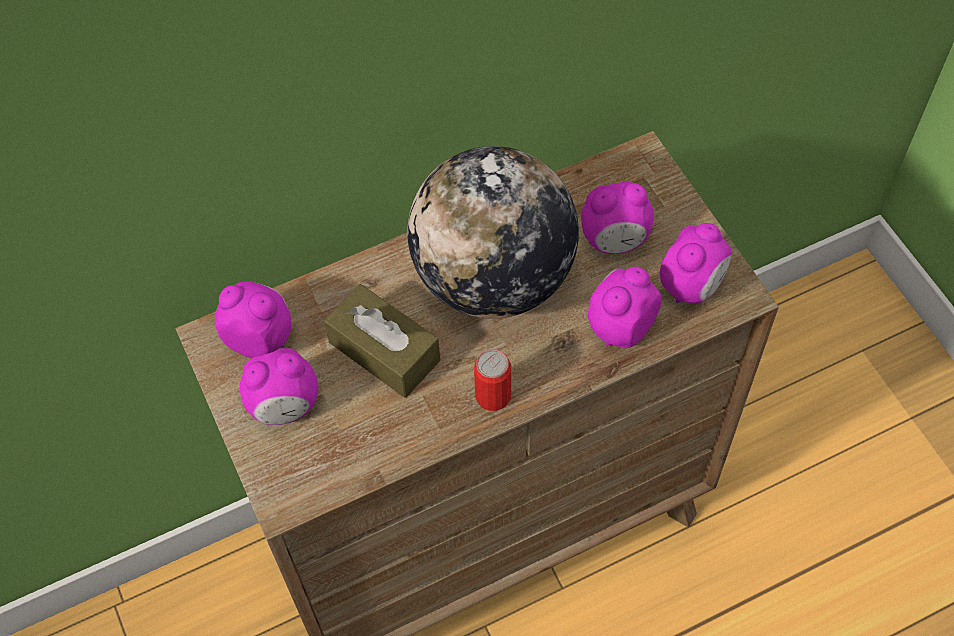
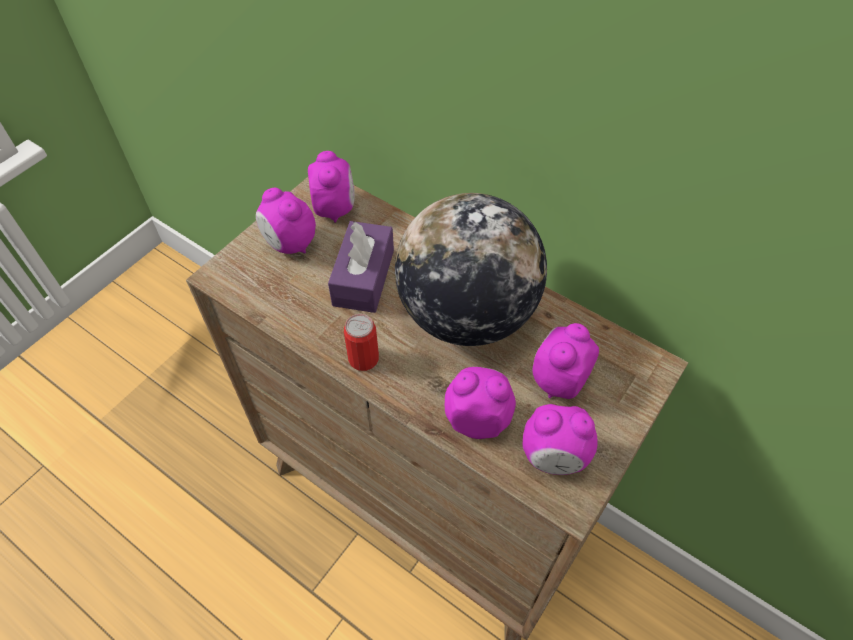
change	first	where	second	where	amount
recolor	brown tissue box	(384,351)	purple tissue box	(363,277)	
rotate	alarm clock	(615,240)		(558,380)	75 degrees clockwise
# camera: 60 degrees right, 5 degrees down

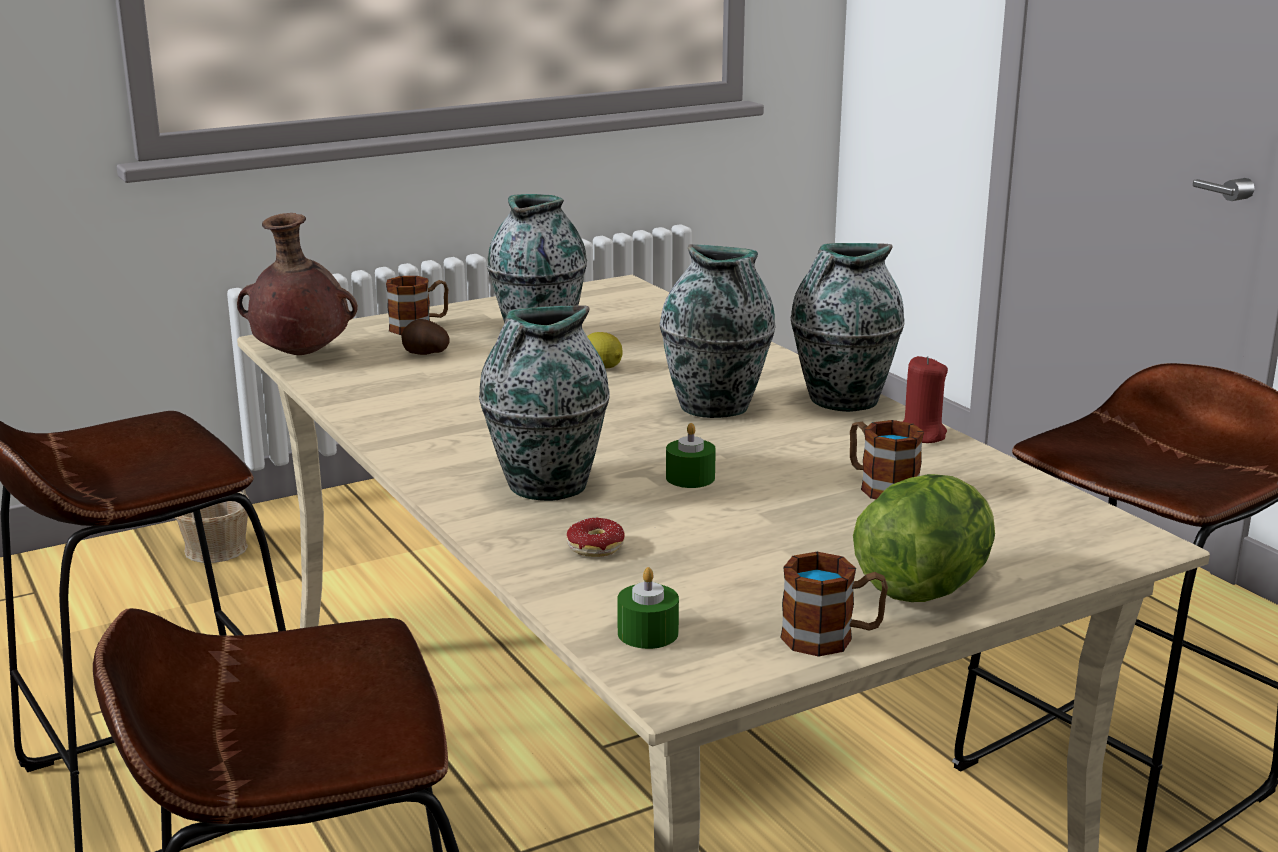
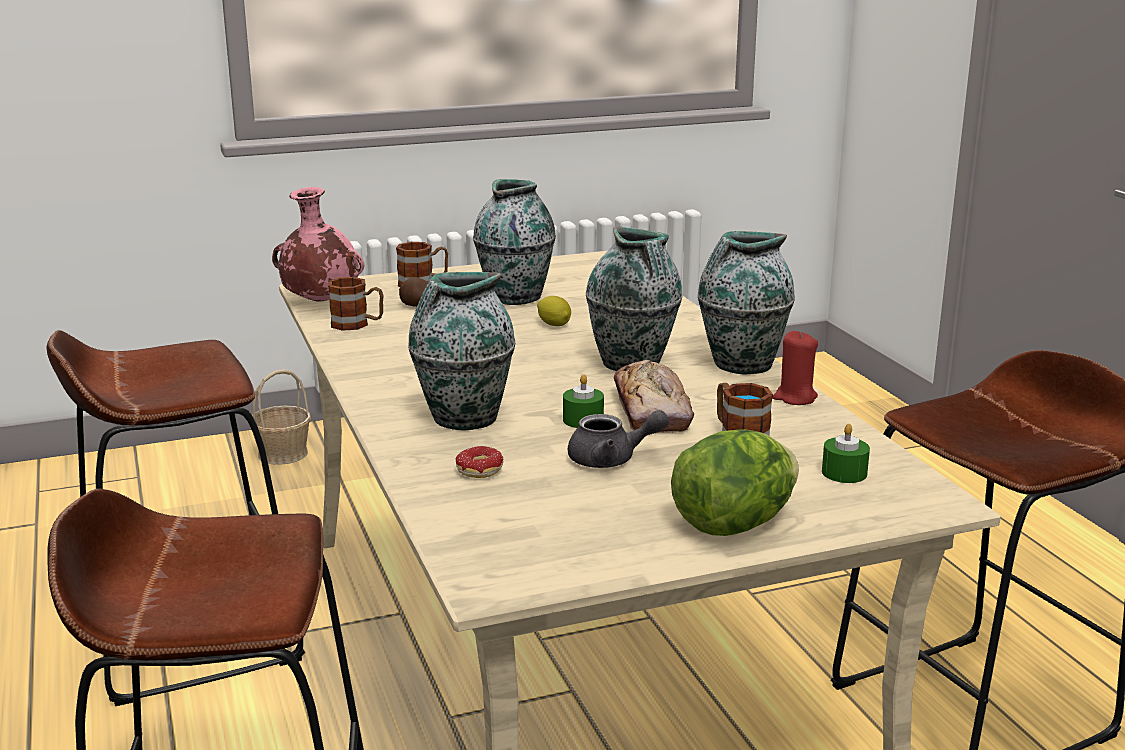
change	first	where	second	where	amount
recolor	brown vase	(300,356)	pink vase	(320,302)	
move	green candle	(648,633)		(844,473)	
move	mug	(832,638)		(357,324)	
insert			grey teapot	(611,459)	
insert			bread	(651,411)	
# camera: 10 degrees right, 0 degrees up

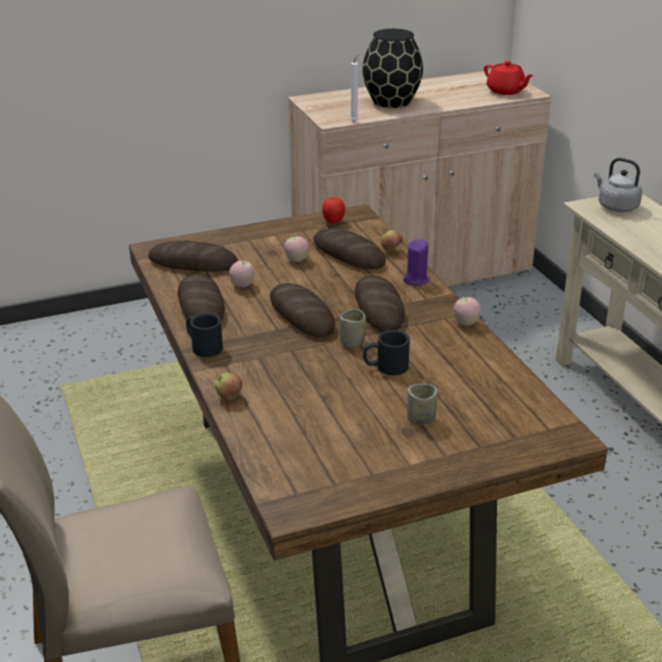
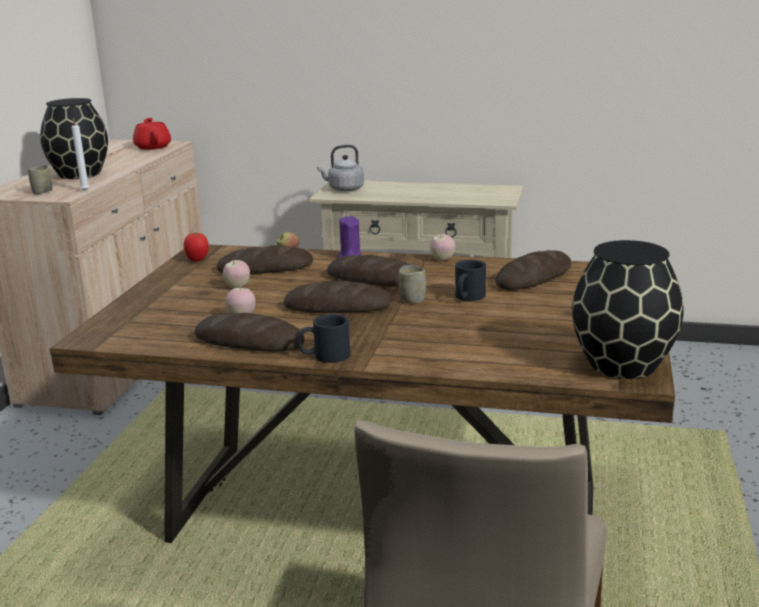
change	first	where	second	where	amount
move	bread	(193,263)		(534,277)	
delete	apple	(229,397)			
move	cup	(421,419)		(42,192)	
rotate	red teapot	(506,91)		(153,147)	105 degrees counterclockwise
insert			black vase	(621,365)	
# camera: 55 degrees left, 10 degrees down

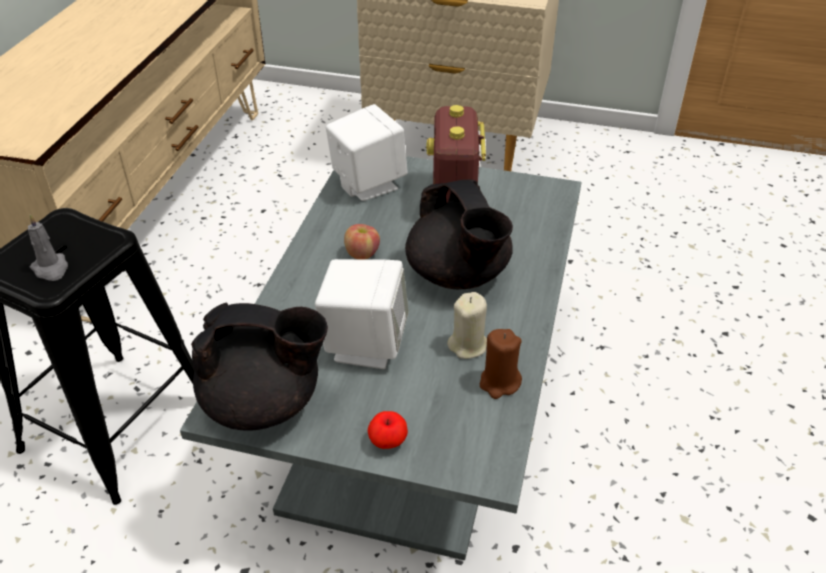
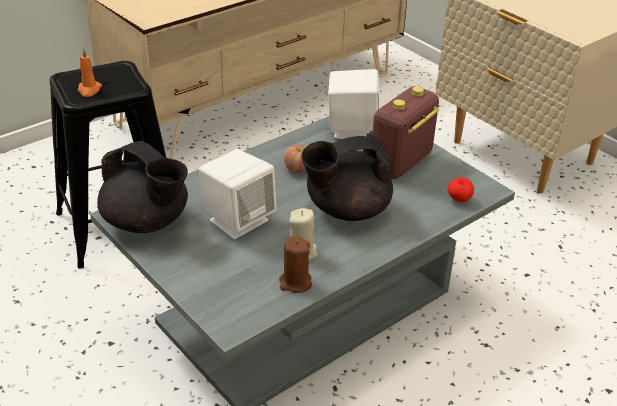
change	first	where	second	where	amount
recolor	grey candle	(51,269)	orange candle	(89,90)	
move	apple	(387,442)		(459,199)	
rotate	black teapot	(458,275)		(346,210)	60 degrees clockwise
# camera: 35 degrees right, 5 degrees down

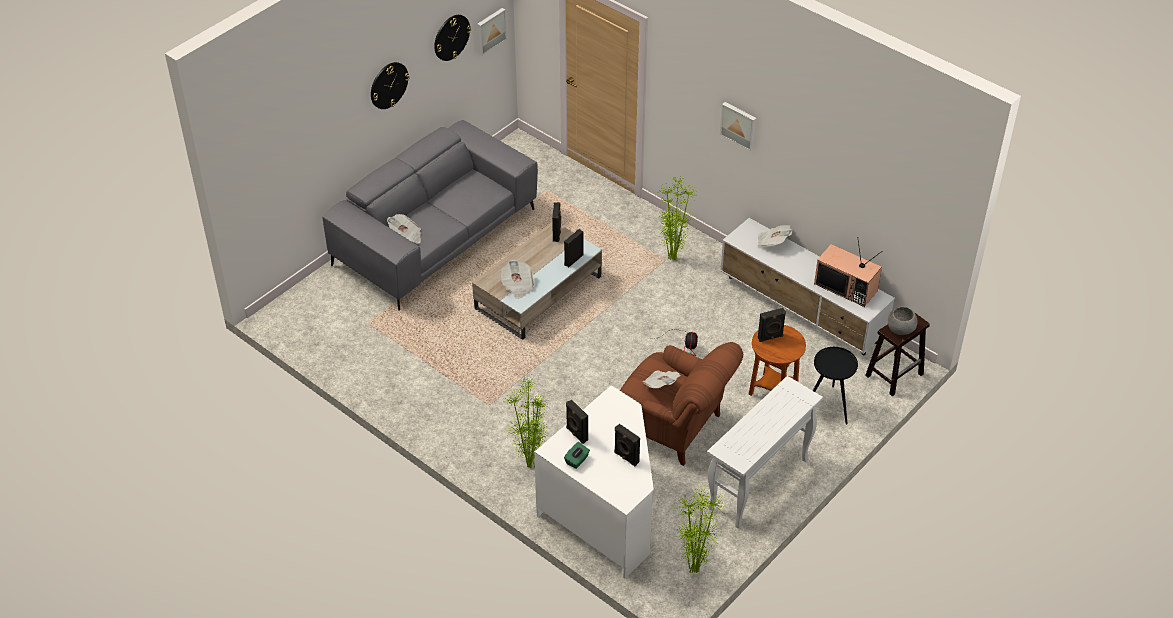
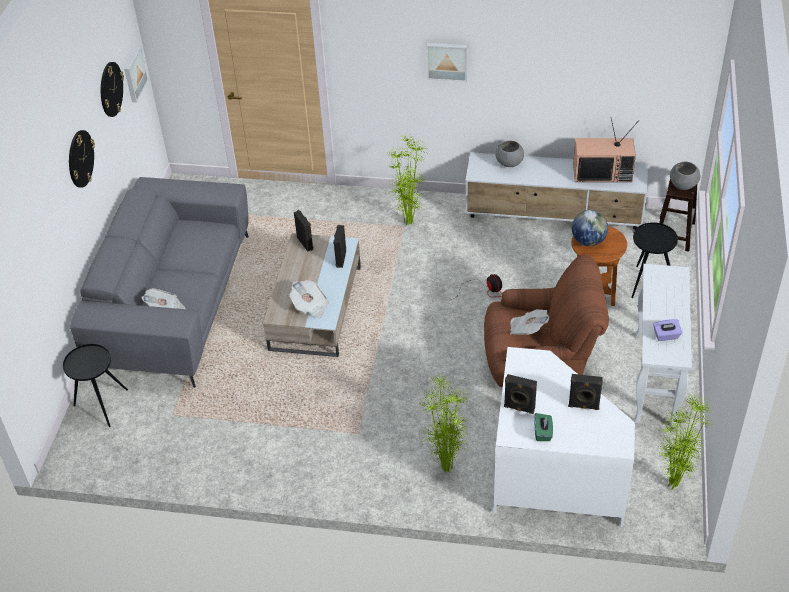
change	first	where	second	where	amount
replace	newspaper	(772,242)	grey bowl	(509,163)	
replace	black speaker	(770,337)	globe	(588,241)	
insert			black side table	(101,406)	
insert			purple tissue box	(666,336)	
# camera: 30 degrees left, 0 degrees up

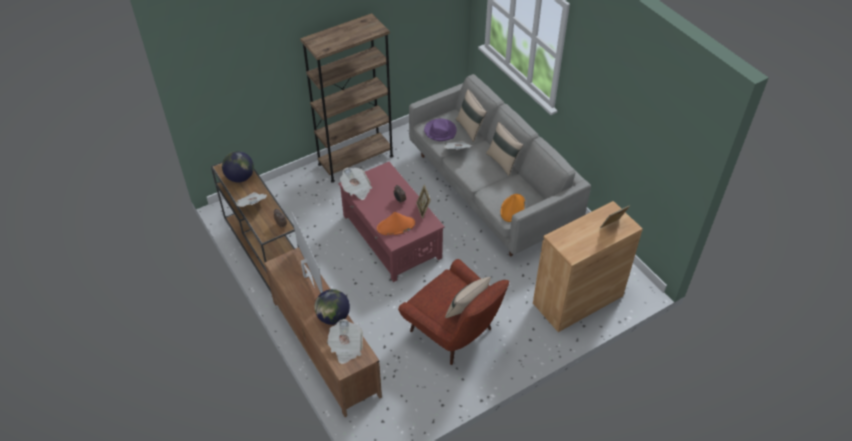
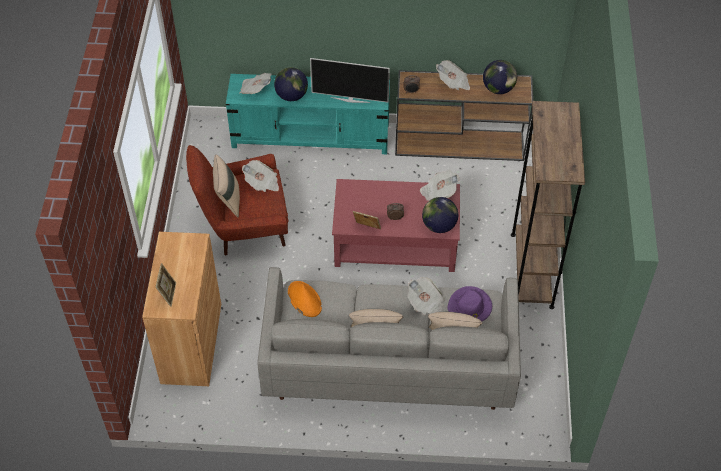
change	first	where	second	where	amount
recolor	brown tv stand	(325,347)	turquoise tv stand	(311,136)	
delete	orange hat	(395,226)			
insert			newspaper	(262,183)	
insert			globe	(439,225)	
# camera: 125 degrees right, 5 degrees up

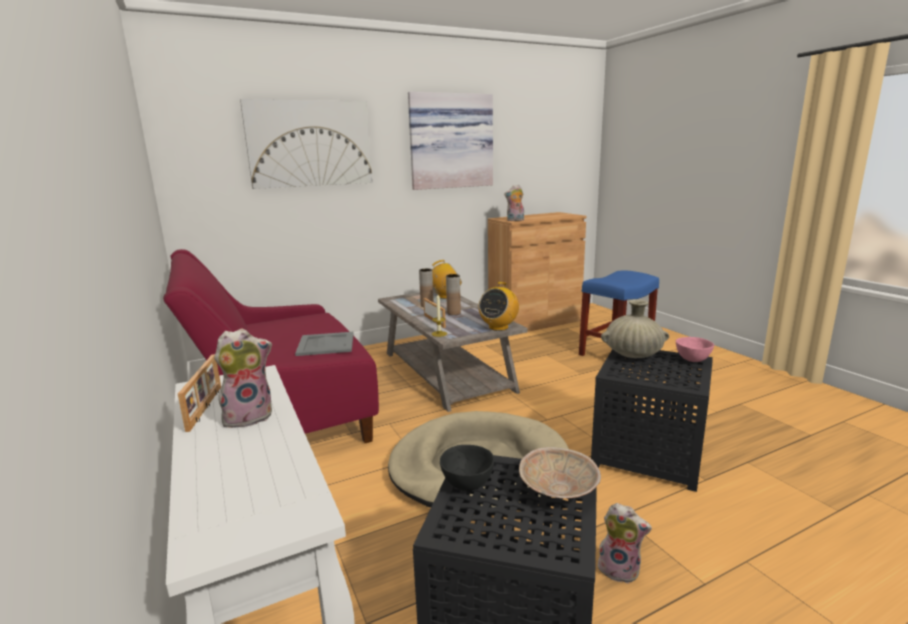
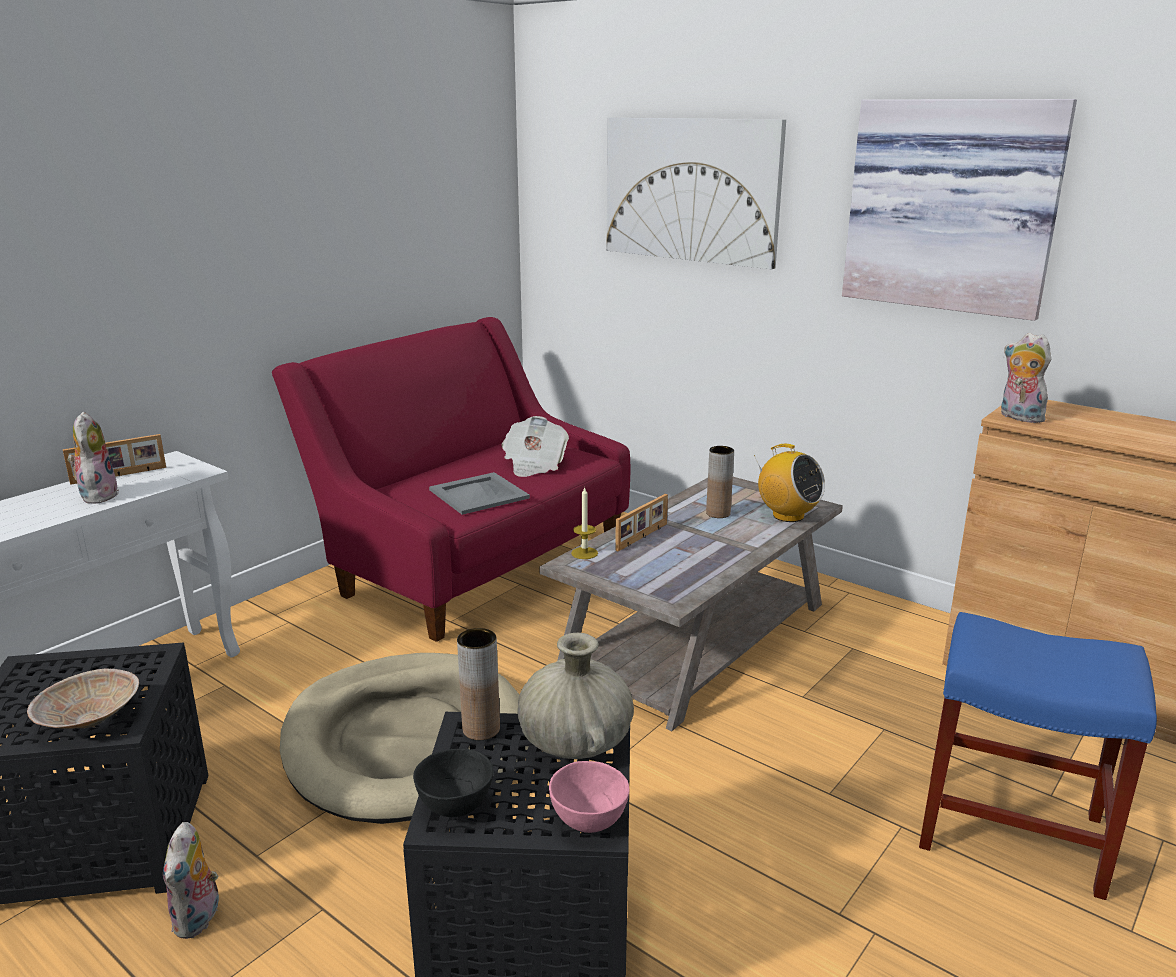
change	first	where	second	where	amount
rotate	plush toy	(249,416)		(97,495)	135 degrees counterclockwise
move	black bowl	(467,485)		(454,806)	
move	brown vase	(453,313)		(481,729)	
delete	radio	(498,327)			
insert			newspaper	(534,465)	
# camera: 65 degrees right, 5 degrees up

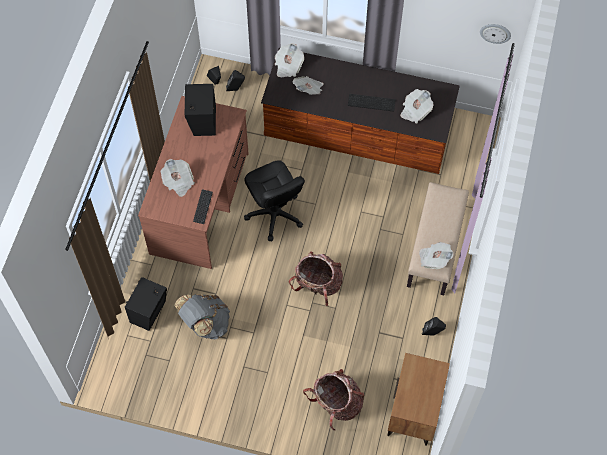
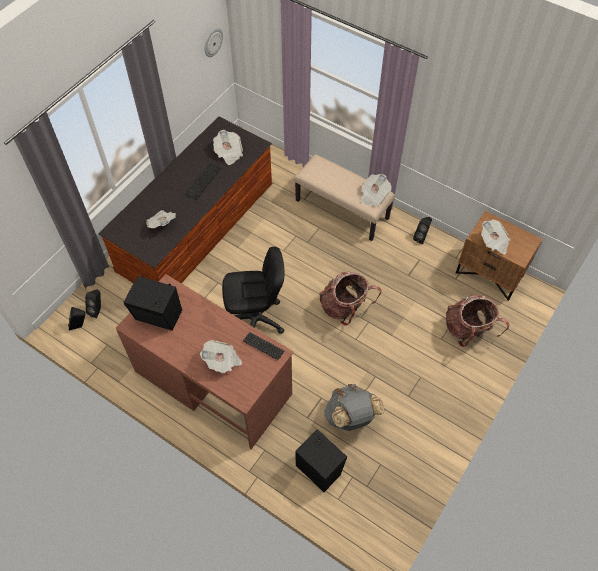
change	first	where	second	where	amount
move	newspaper	(288,66)		(494,242)	
# camera: 70 degrees left, 5 degrees down

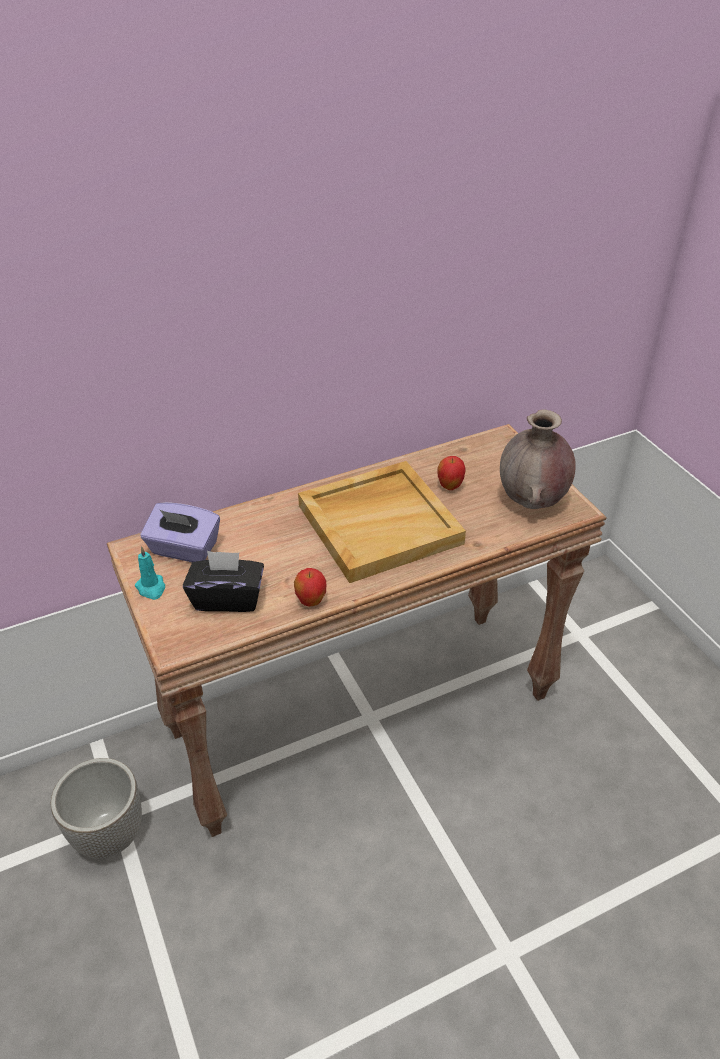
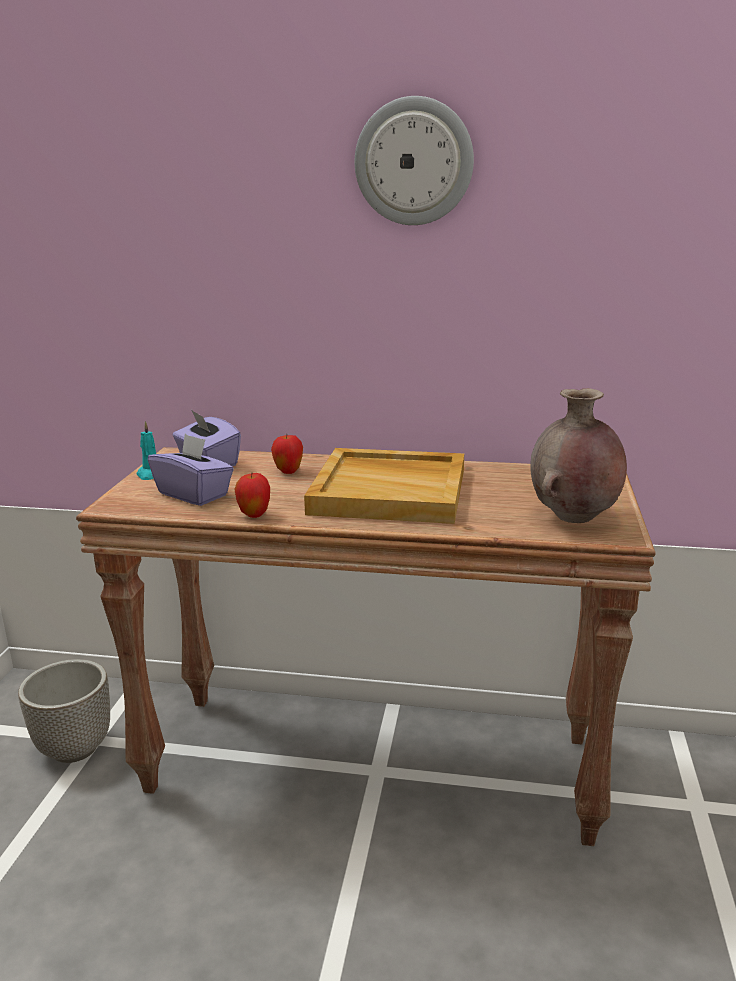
change	first	where	second	where	amount
recolor	black tissue box	(228,598)	purple tissue box	(194,494)	
move	apple	(450,487)		(288,472)	
insert			wall clock	(414,162)	
# camera: 35 degrees right, 20 degrees down

